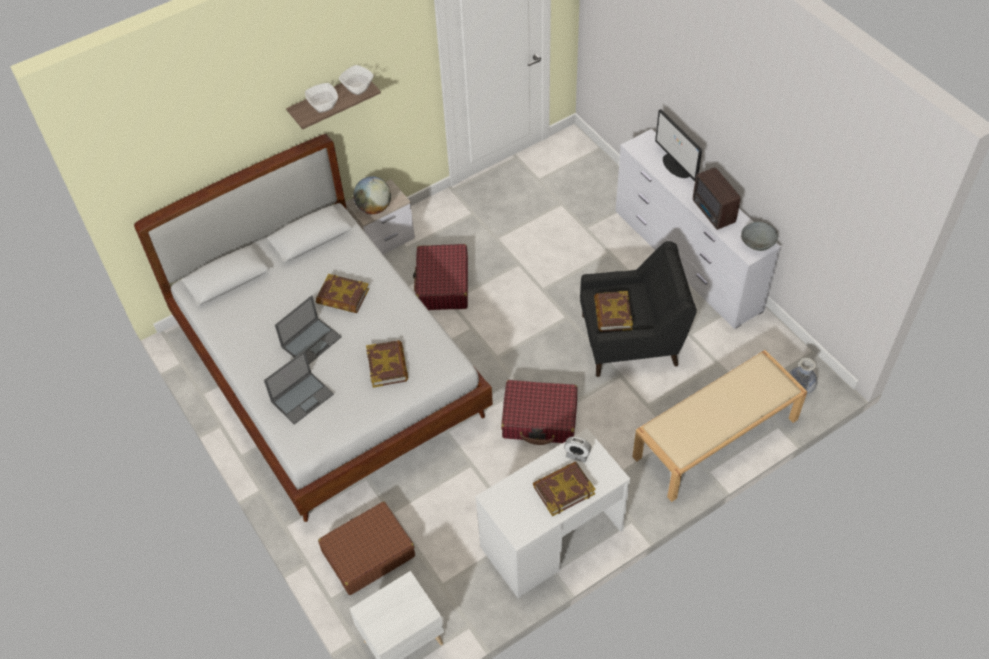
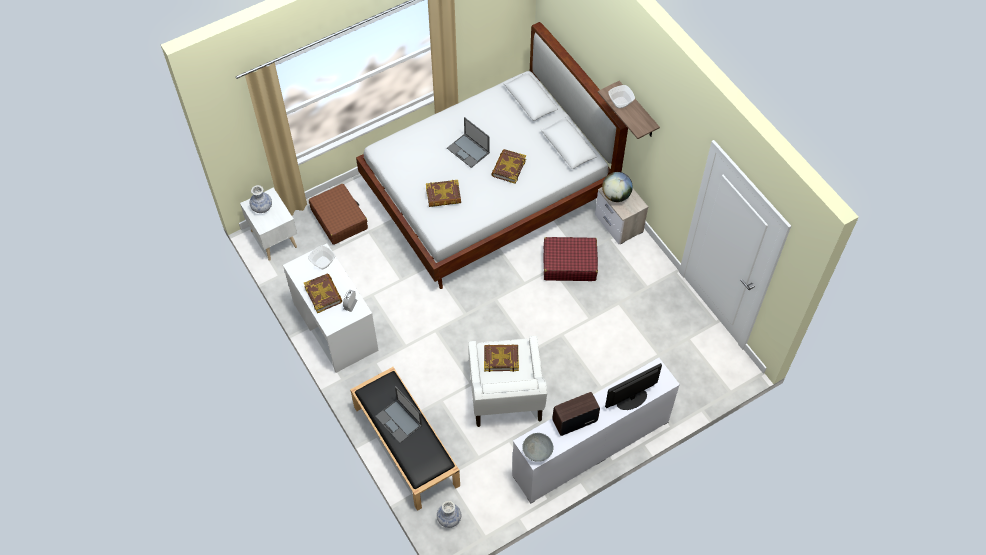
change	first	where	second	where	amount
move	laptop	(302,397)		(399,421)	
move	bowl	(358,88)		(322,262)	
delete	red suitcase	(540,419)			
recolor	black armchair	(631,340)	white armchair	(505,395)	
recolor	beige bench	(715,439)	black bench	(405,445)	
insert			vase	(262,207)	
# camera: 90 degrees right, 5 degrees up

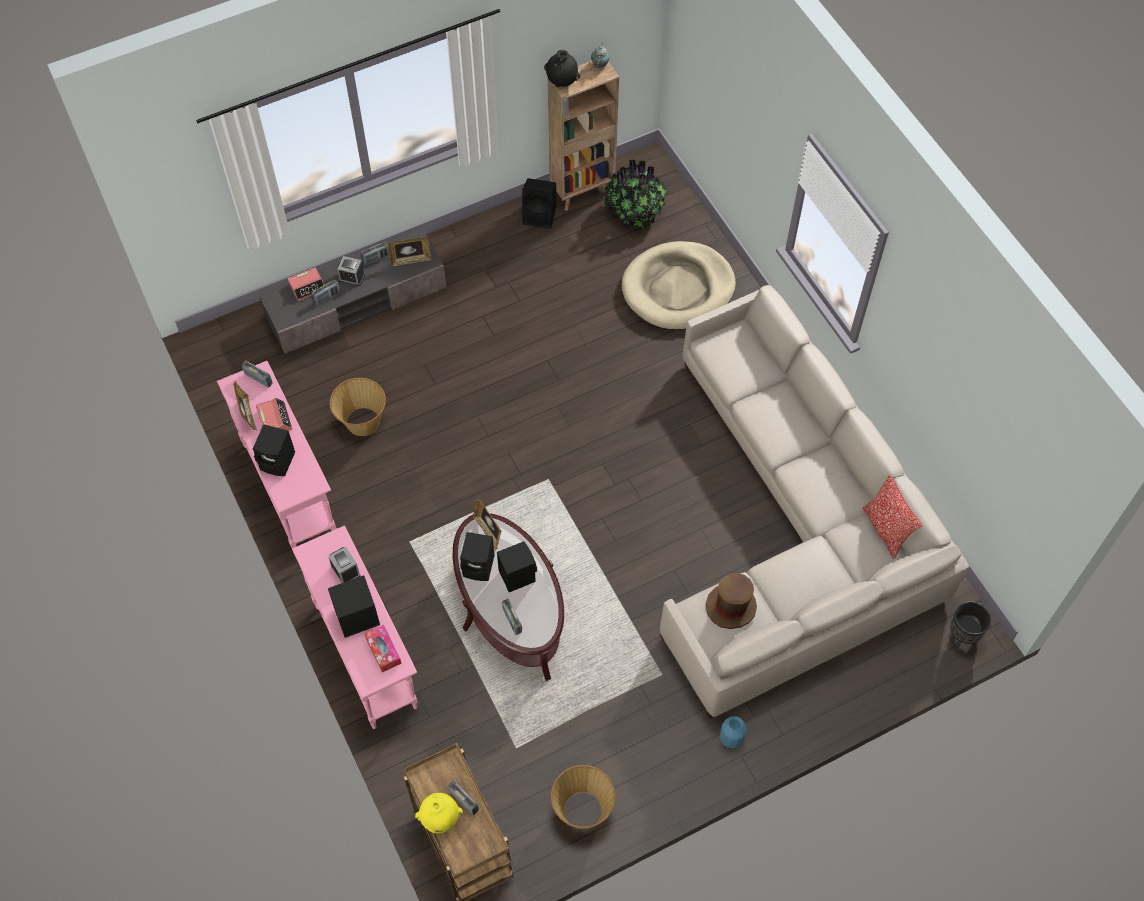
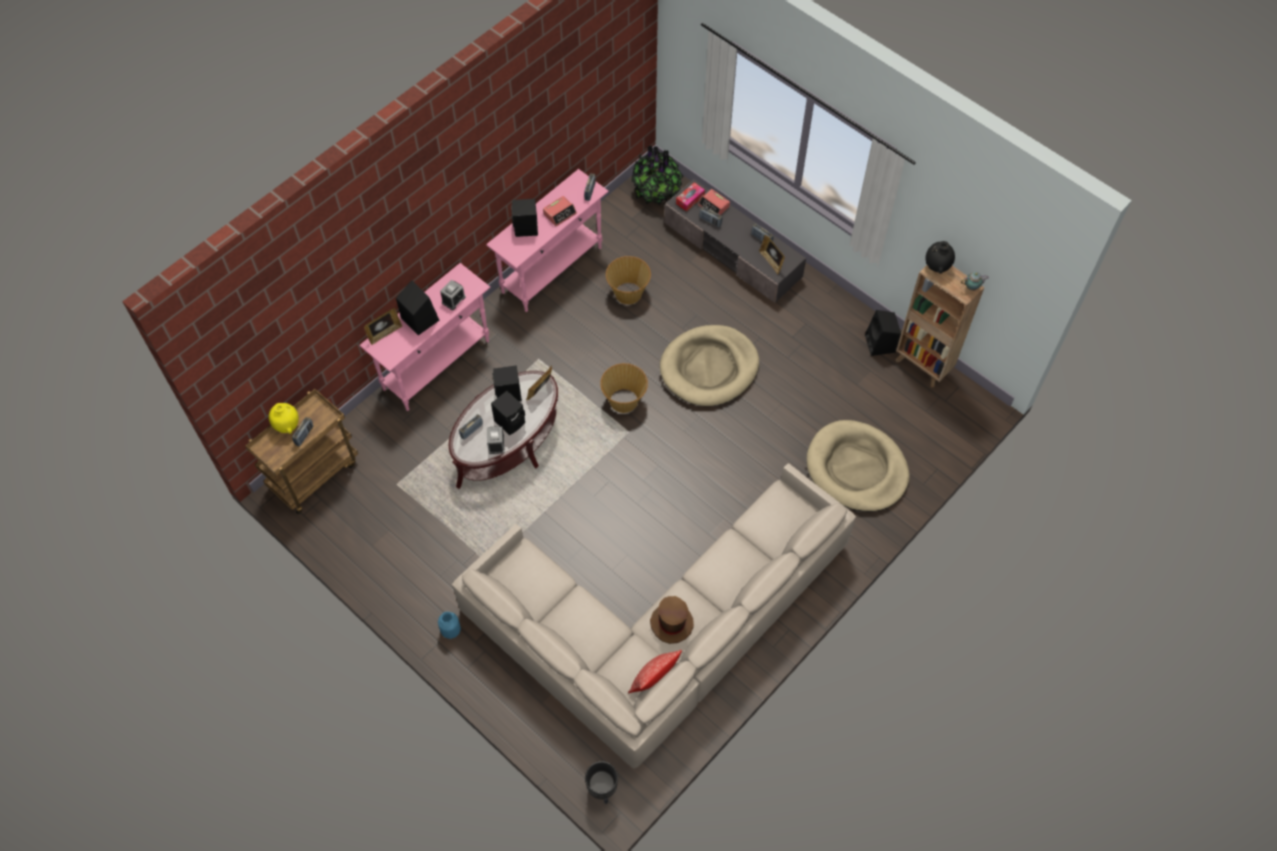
change	first	where	second	where	amount
move	picture frame	(247,414)		(384,333)	
move	alarm clock	(351,277)		(496,444)	
move	tissue box	(383,651)		(690,199)	
move	basket	(582,809)		(624,400)	
move	potted plant	(635,212)		(657,192)	
move	brown hat	(731,606)		(671,623)	
insert			beige dog bed	(709,368)	
# camera: 70 degrees right, 0 degrees up

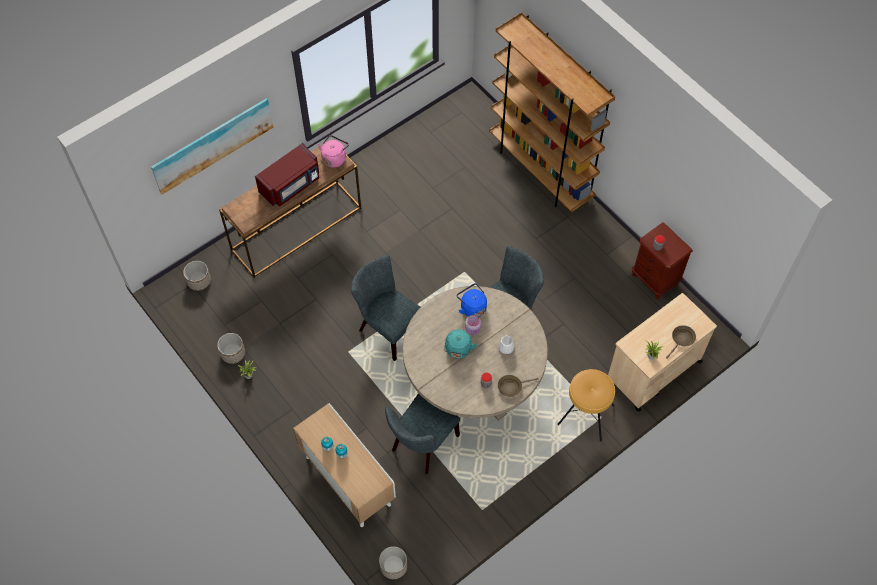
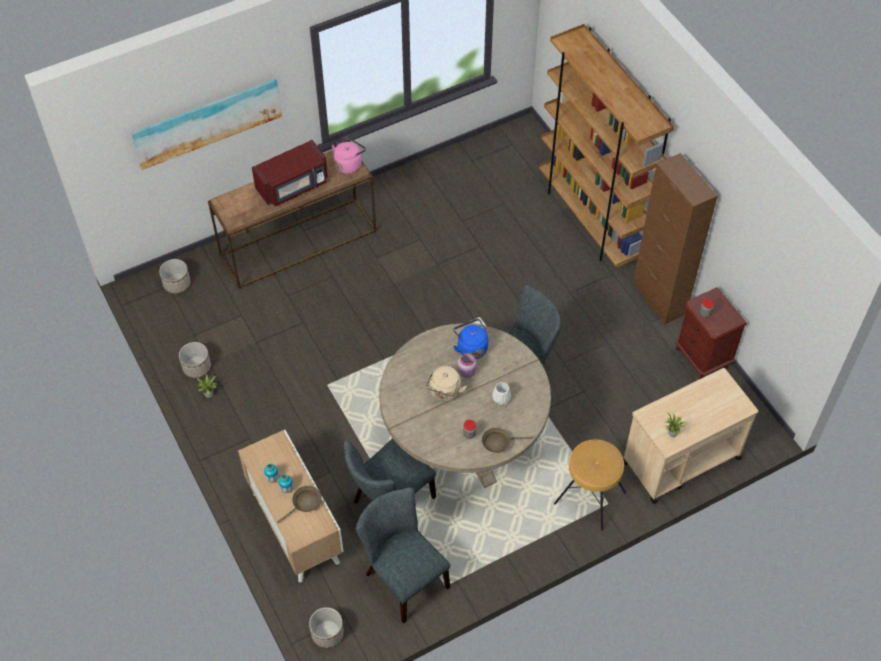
change	first	where	second	where	amount
move	grey chair	(387,328)		(402,577)	
recolor	turquoise kettle	(458,350)	beige kettle	(445,393)	
move	brown frying pan	(681,340)		(305,503)	
insert			brown cabinet	(659,298)	
# camera: 10 degrees right, 5 degrees down

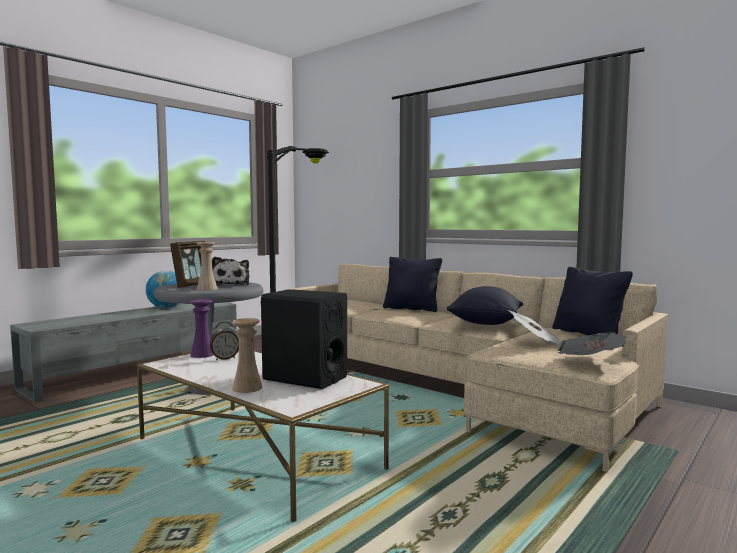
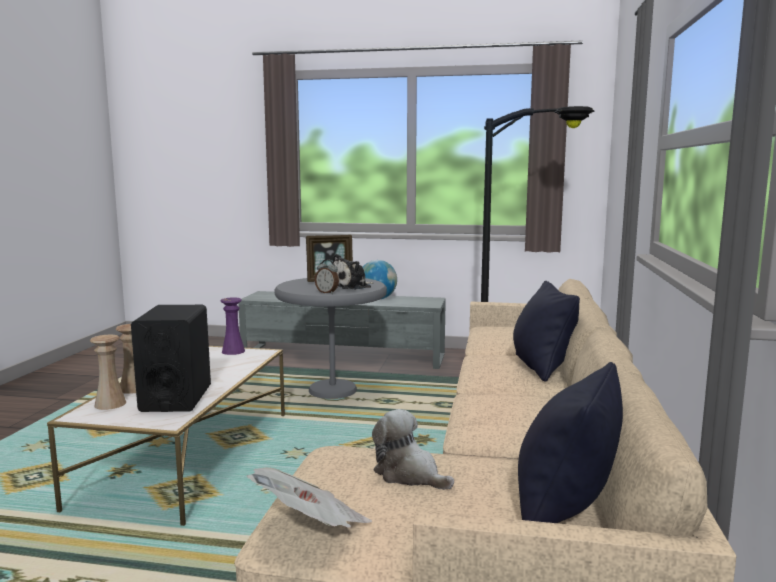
change	first	where	second	where	amount
move	beige vase	(207,289)		(110,404)	
move	alarm clock	(225,358)		(327,292)	
delete	black pillow	(485,324)			
replace	newspaper	(537,344)	plush toy	(409,474)	
# camera: 60 degrees right, 5 degrees up

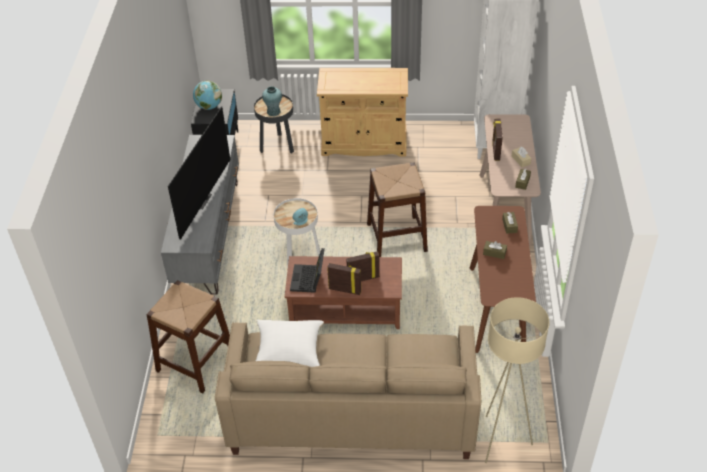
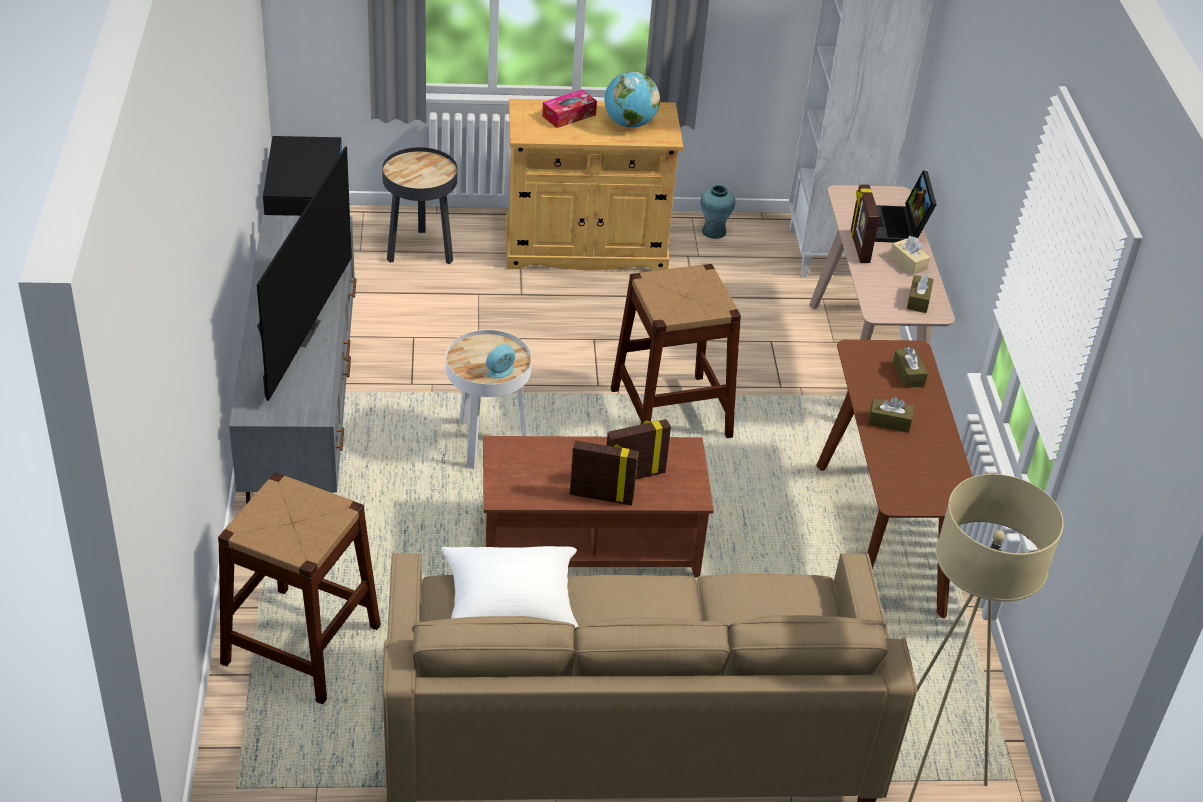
change	first	where	second	where	amount
move	globe	(209,106)		(629,124)	
move	turquoise vase	(273,112)		(713,231)	
move	laptop	(309,280)		(898,227)	
insert			tissue box	(569,115)	
# camera: 10 degrees left, 5 degrees down

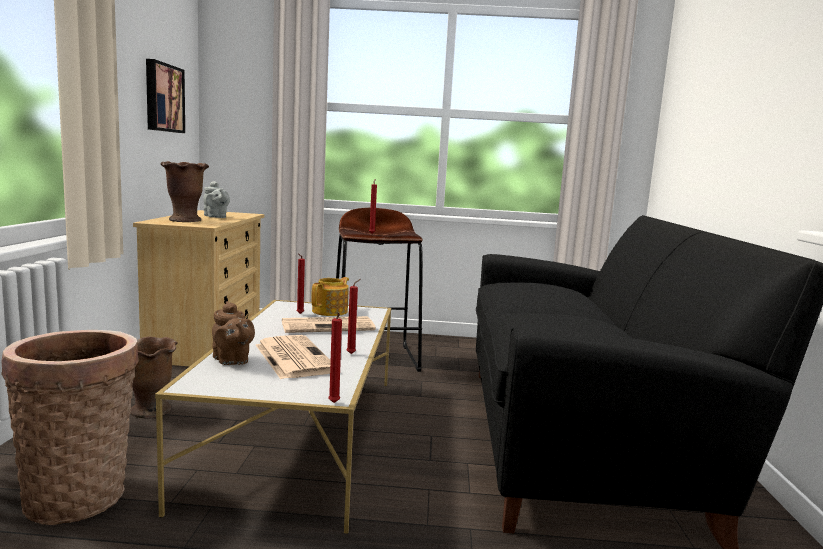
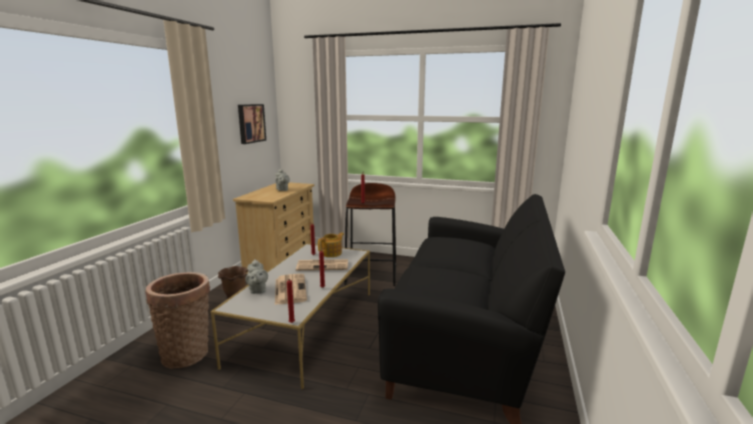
change	first	where	second	where	amount
delete	brown vase	(185,220)			
recolor	brown teapot	(232,361)	grey teapot	(257,290)	
# camera: 15 degrees right, 5 degrees up

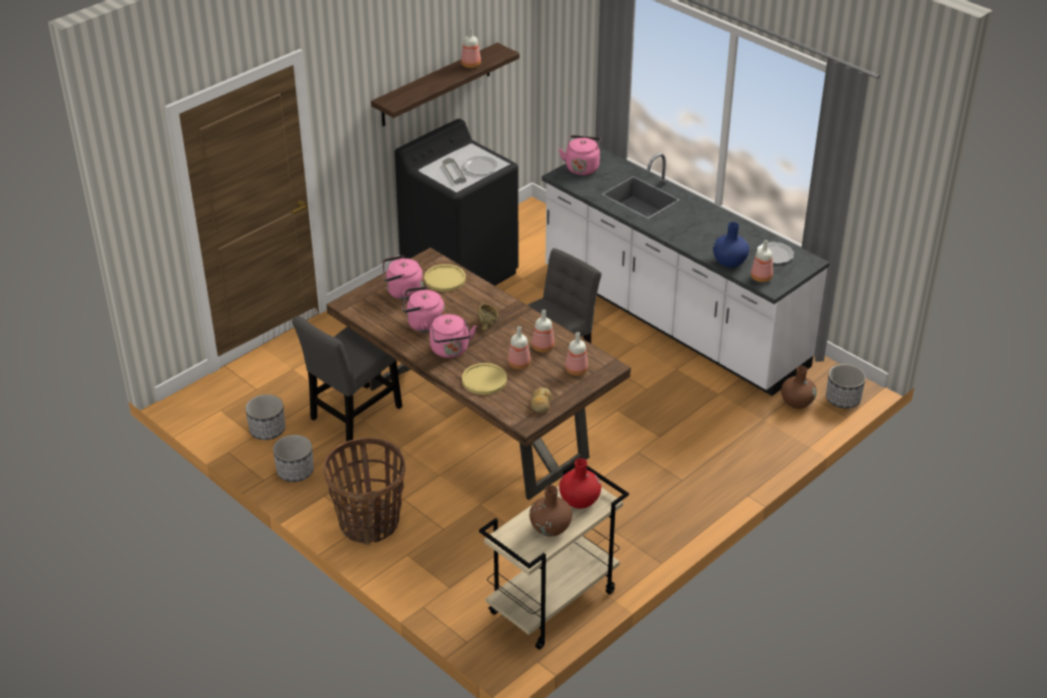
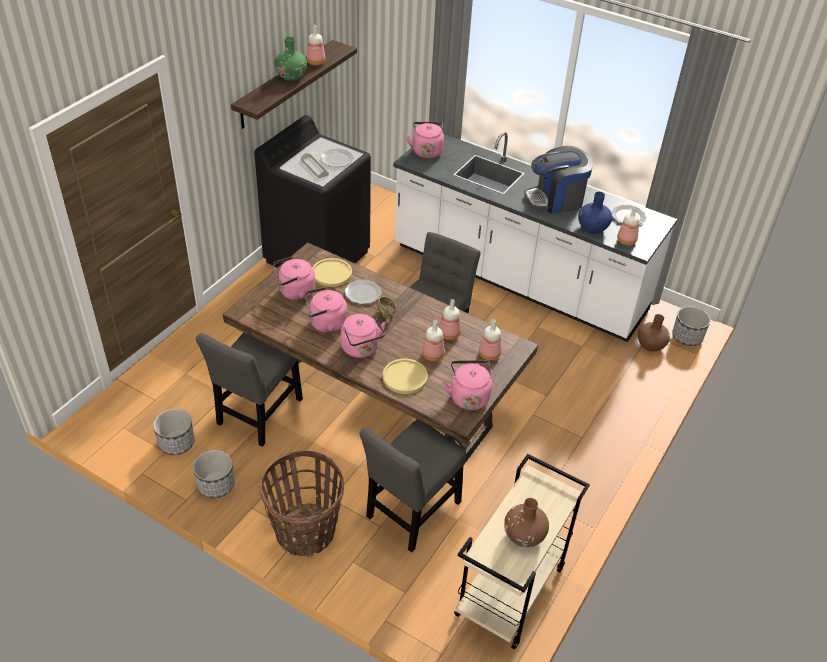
change	first	where	second	where	amount
replace	bread	(541,404)	pink kettle	(468,396)	
delete	red vase	(579,500)			
insert			green vase	(291,76)	
insert			plate	(362,293)	
insert			grey chair	(411,513)	
insert			coffee machine	(555,200)	
# camera: 15 degrees left, 5 degrees up

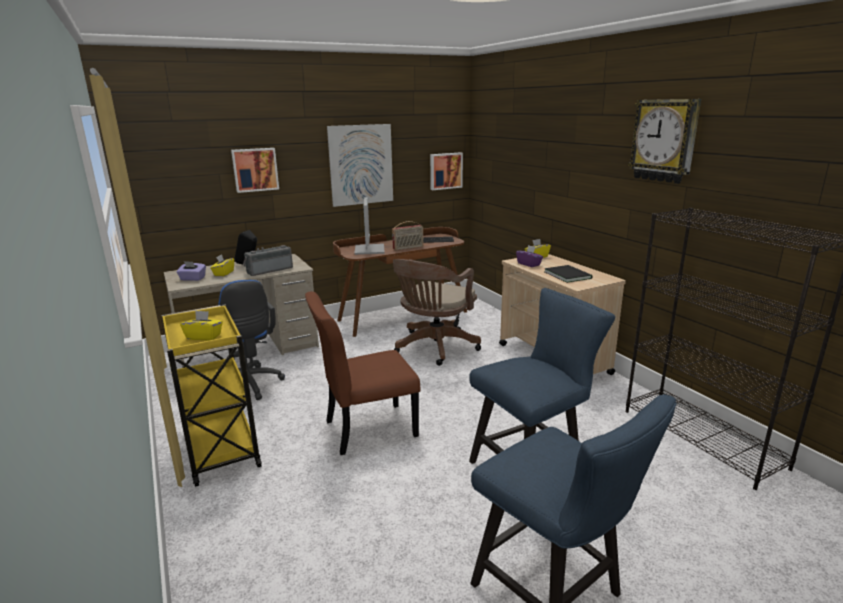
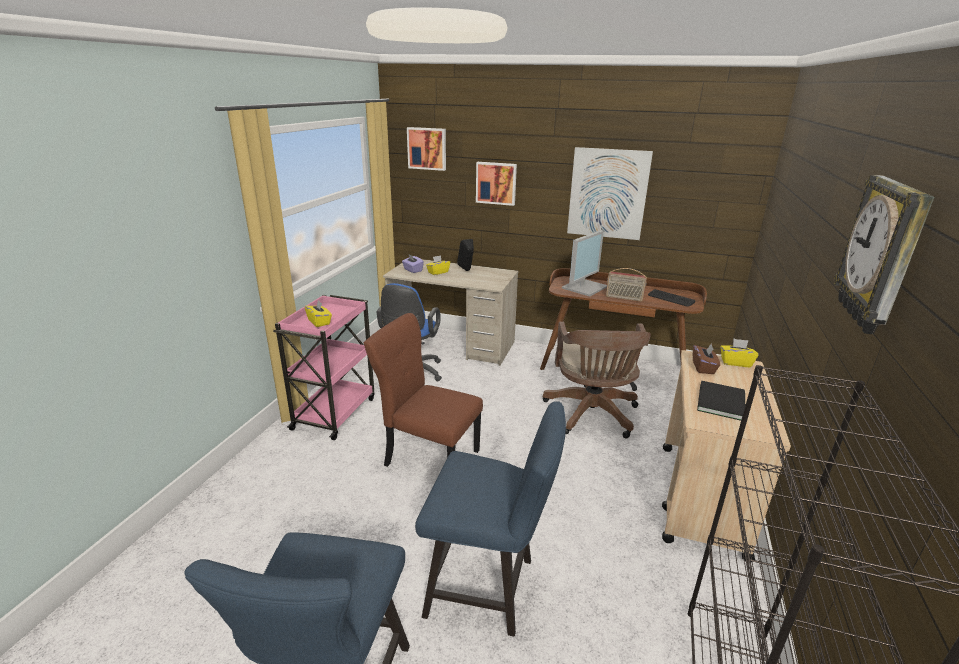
change	first	where	second	where	amount
recolor	yellow cart	(220,448)	pink cart	(335,412)	
delete	radio	(269,270)			
rotate	brown office chair	(434,348)		(592,415)	75 degrees counterclockwise
move	picture	(445,171)		(427,148)	
recolor	purple tissue box	(529,264)	brown tissue box	(703,367)	
# camera: 45 degrees right, 5 degrees up

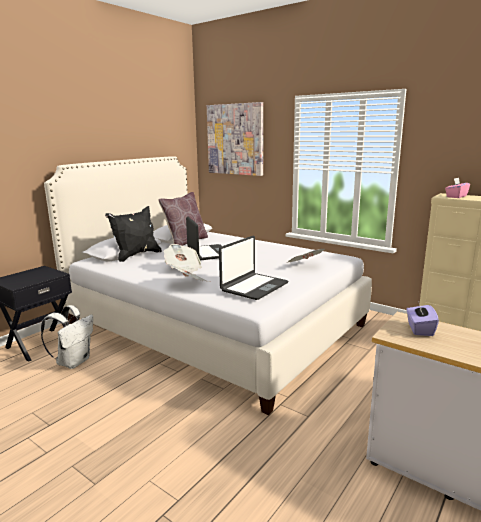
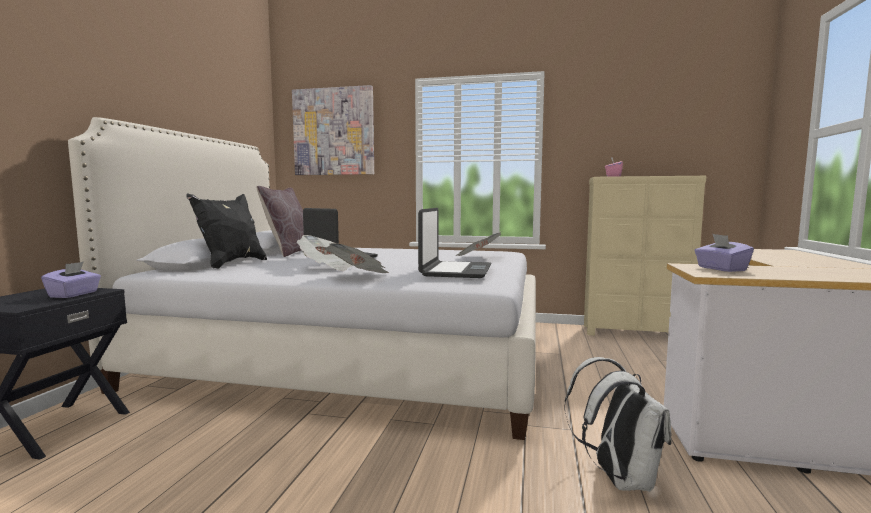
change	first	where	second	where	amount
move	white backpack	(74,362)		(618,477)	
insert			purple tissue box	(74,294)	
# camera: 25 degrees left, 10 degrees down

